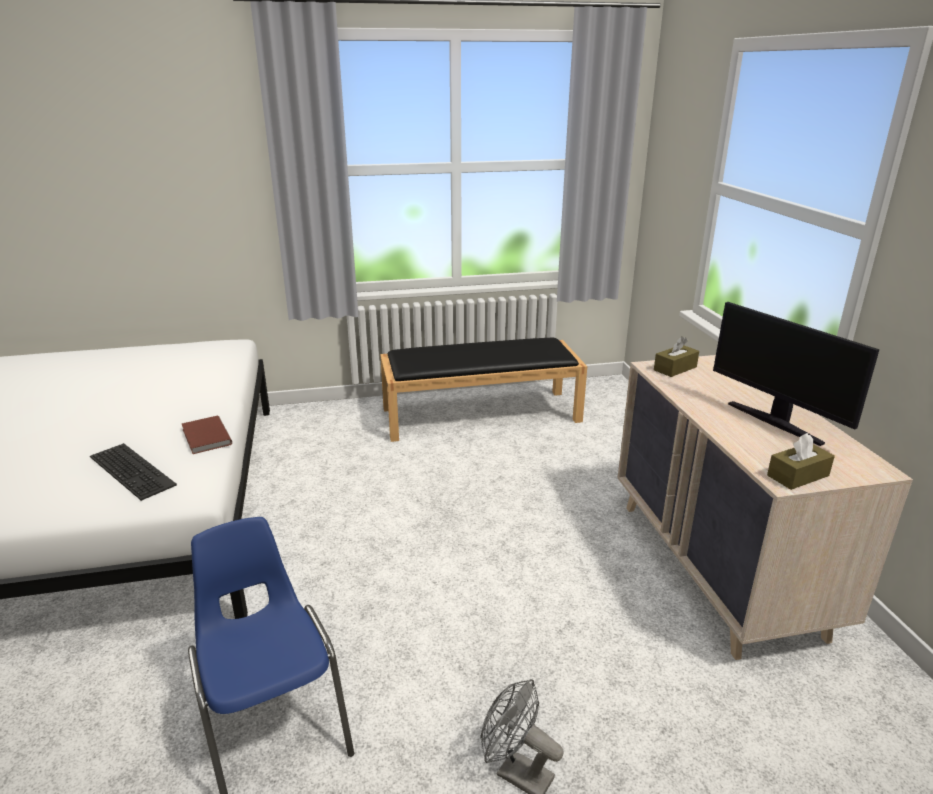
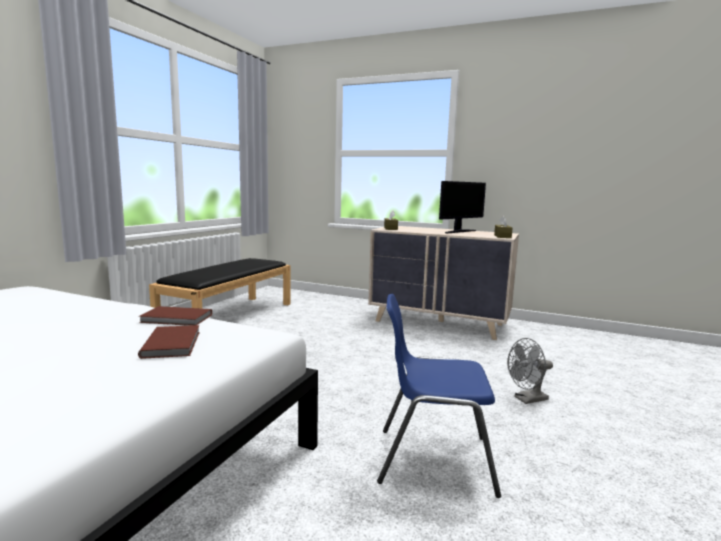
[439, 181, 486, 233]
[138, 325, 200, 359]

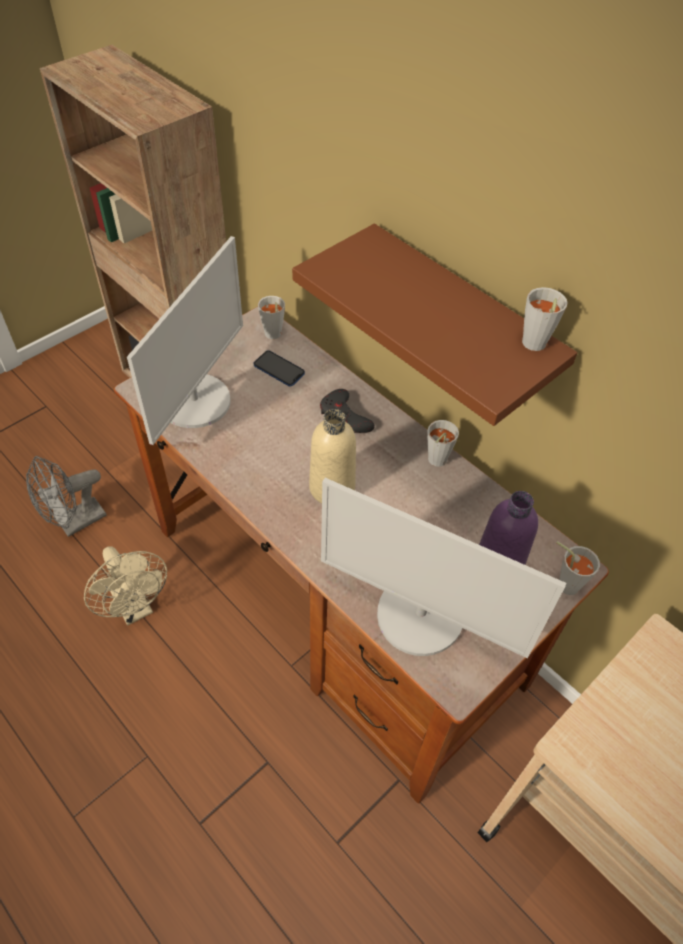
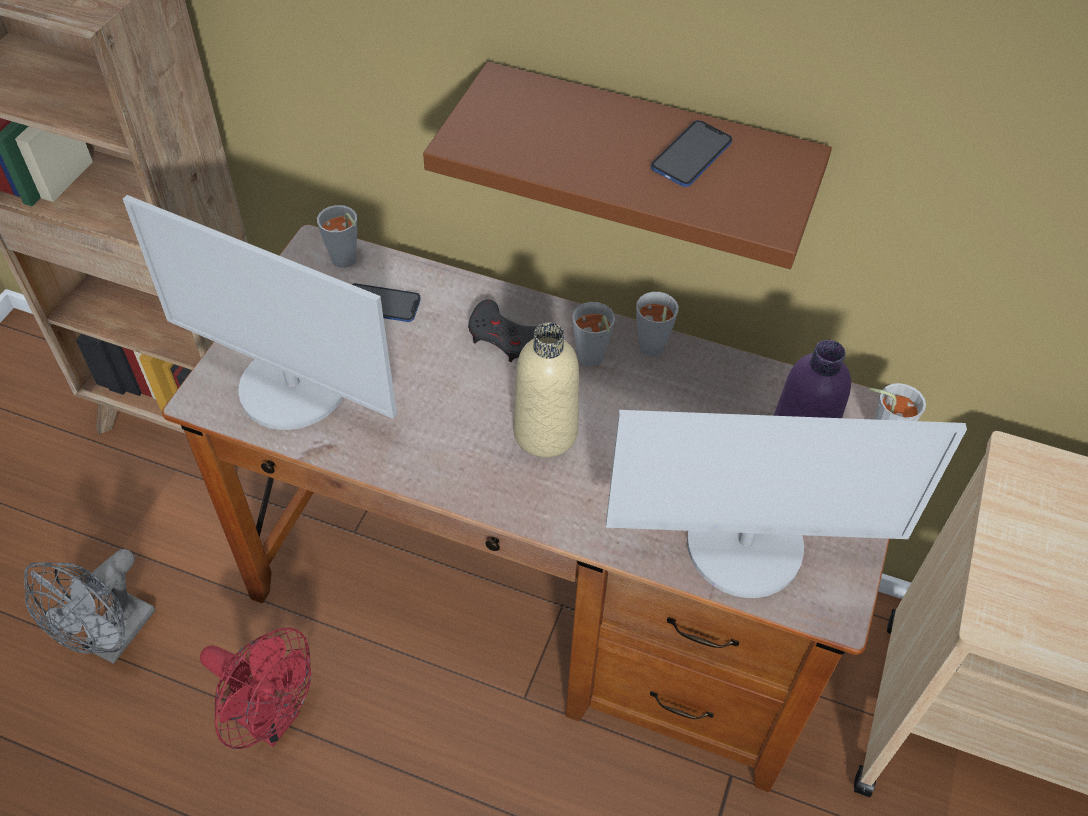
[123, 195, 397, 430]
[572, 302, 615, 367]
[200, 628, 311, 749]
[651, 120, 732, 187]

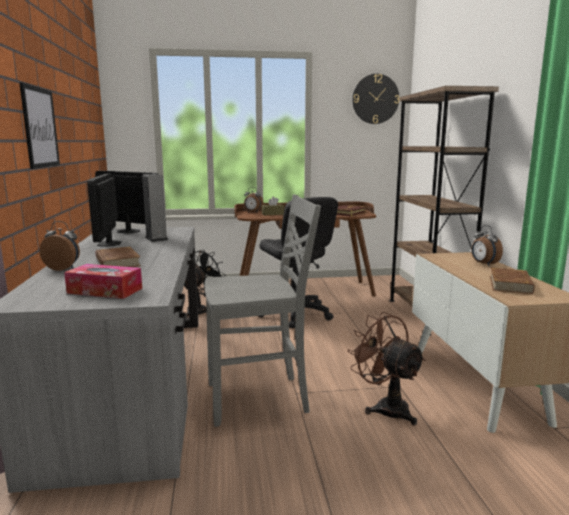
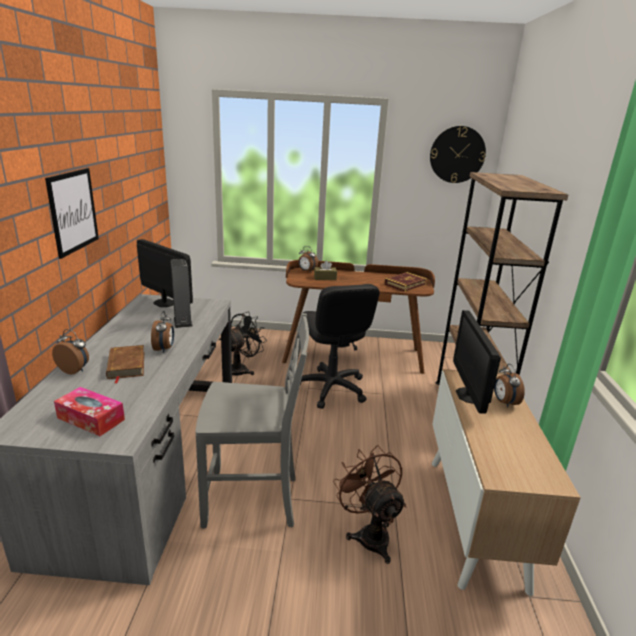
[453, 310, 501, 414]
[490, 268, 535, 294] (first image)
[151, 311, 174, 353]

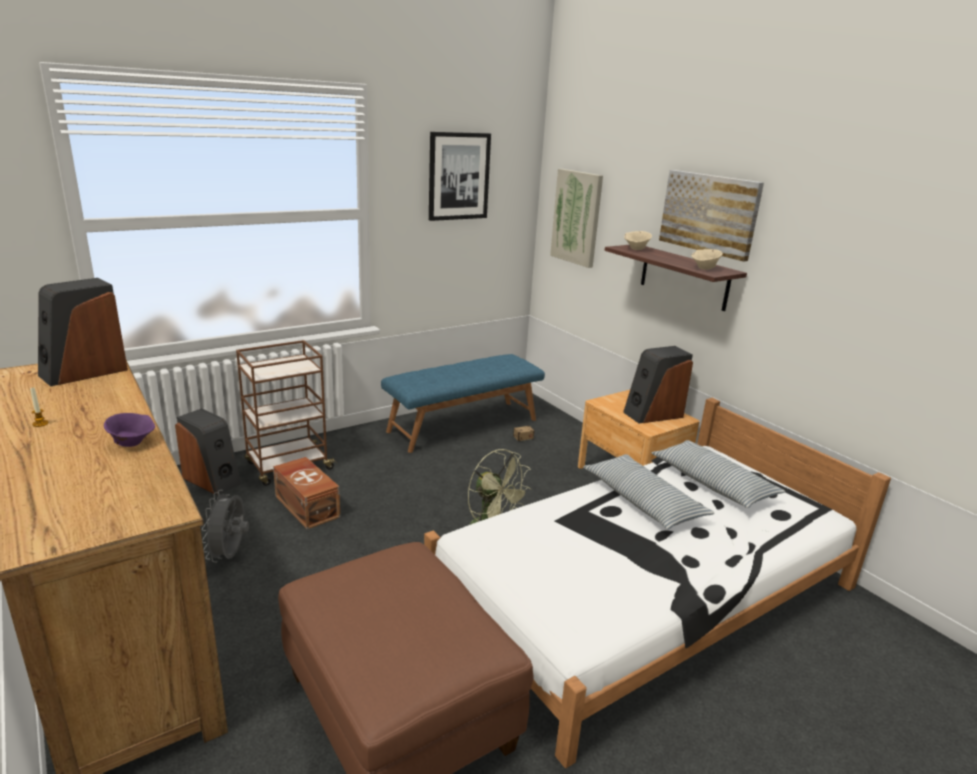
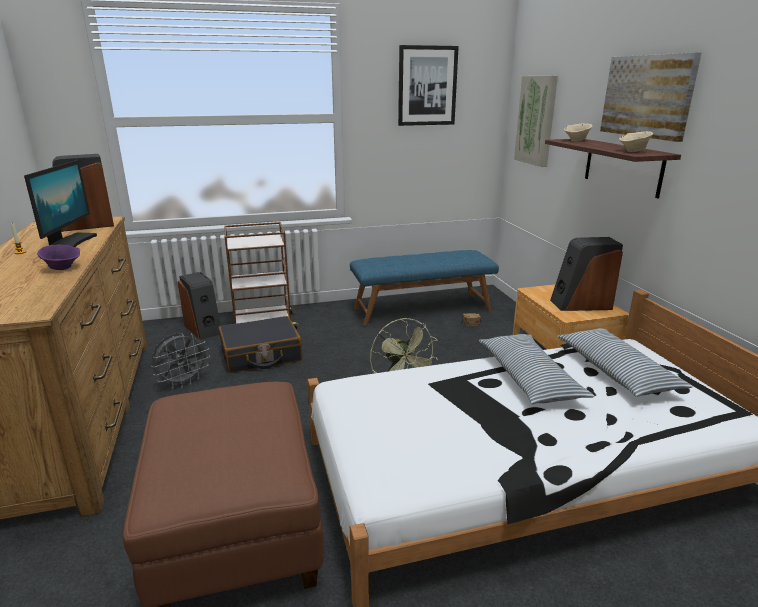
[219, 316, 302, 373]
[151, 333, 210, 388]
[24, 160, 97, 247]

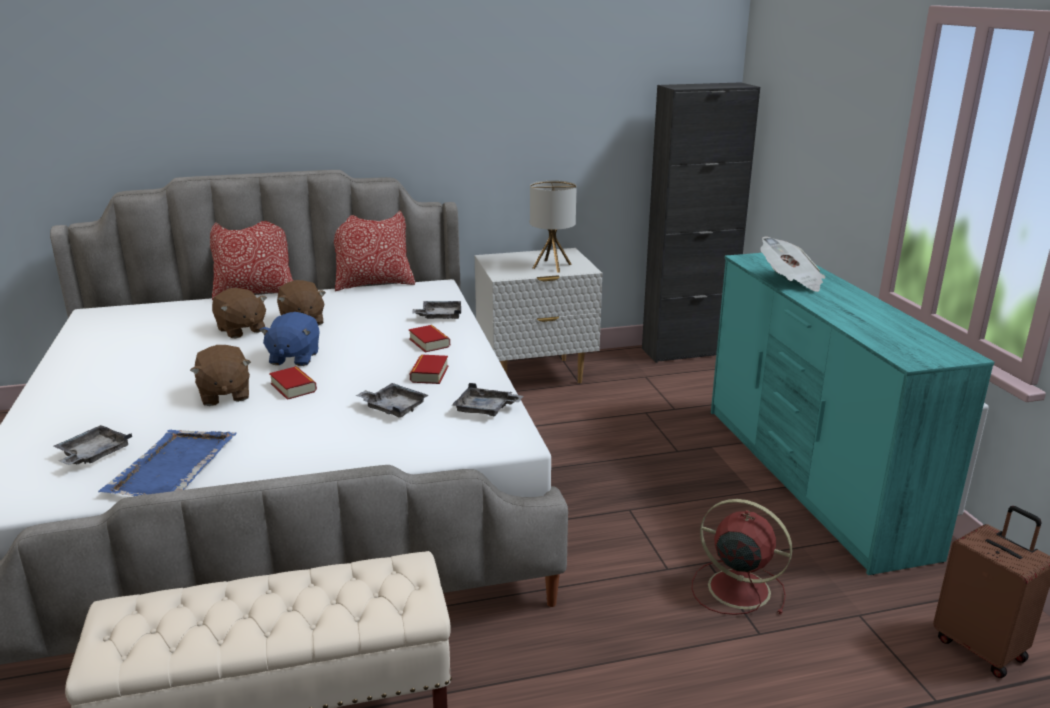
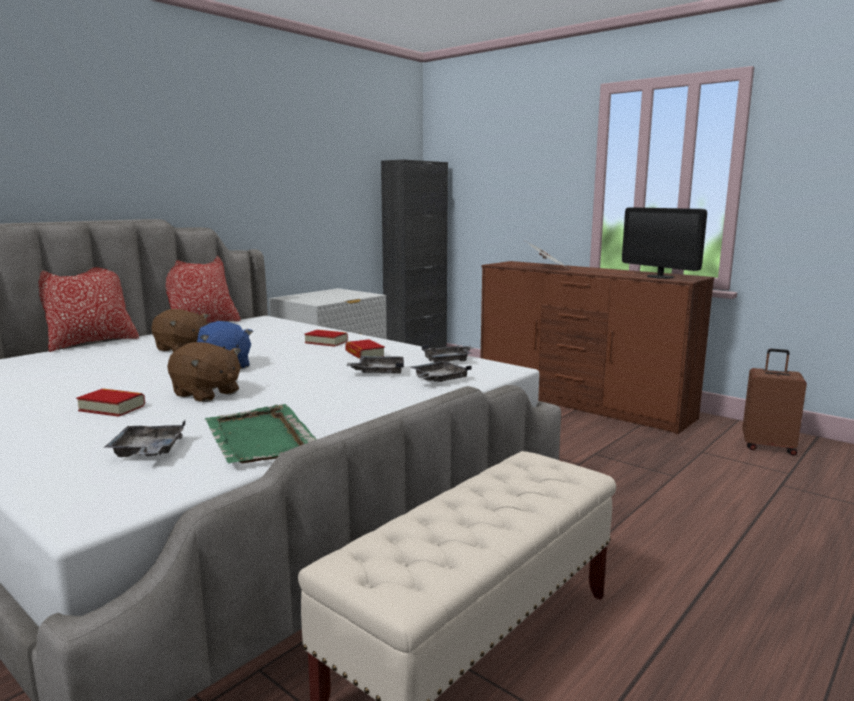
[530, 180, 577, 273] (first image)
[480, 261, 714, 434]
[212, 288, 267, 339] (first image)
[411, 361, 472, 382]
[76, 388, 145, 417]
[205, 404, 317, 464]
[692, 499, 792, 615] (first image)
[622, 207, 707, 279]

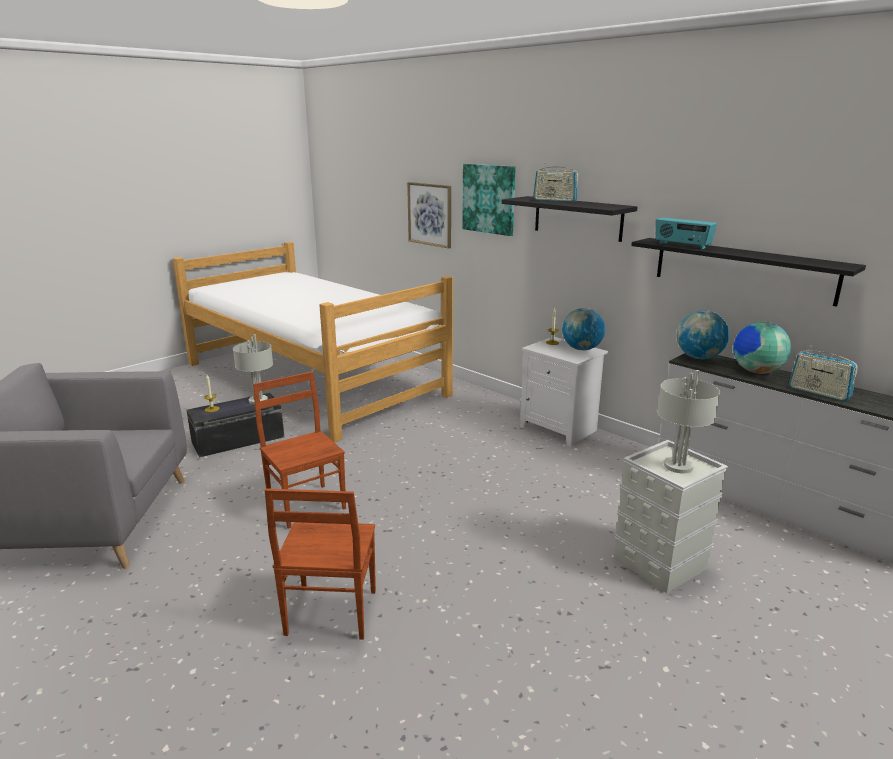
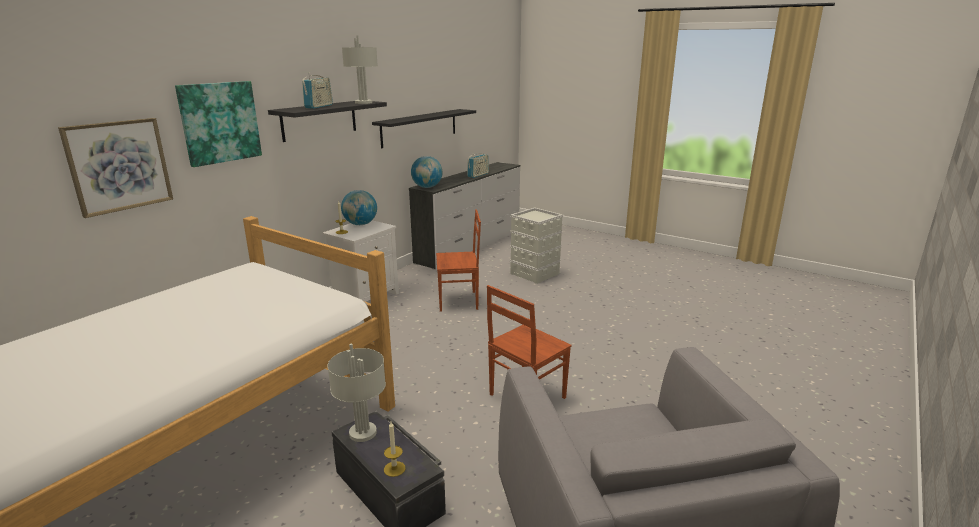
[656, 217, 717, 249] (first image)
[733, 322, 791, 374] (first image)
[342, 35, 378, 104]
[436, 209, 481, 311]

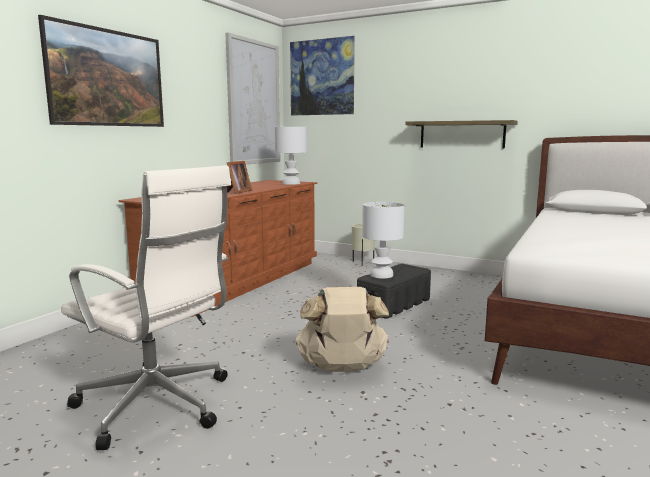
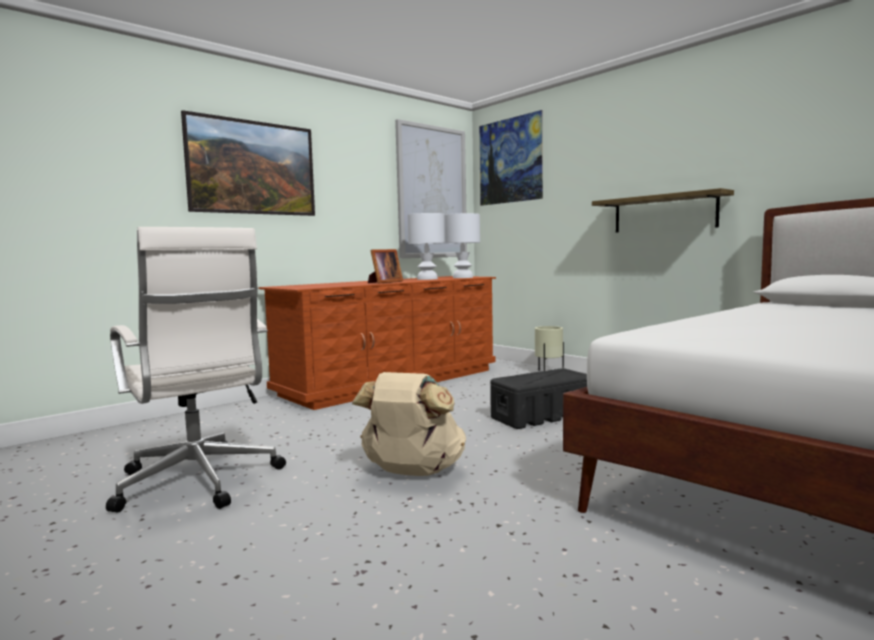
[408, 213, 445, 280]

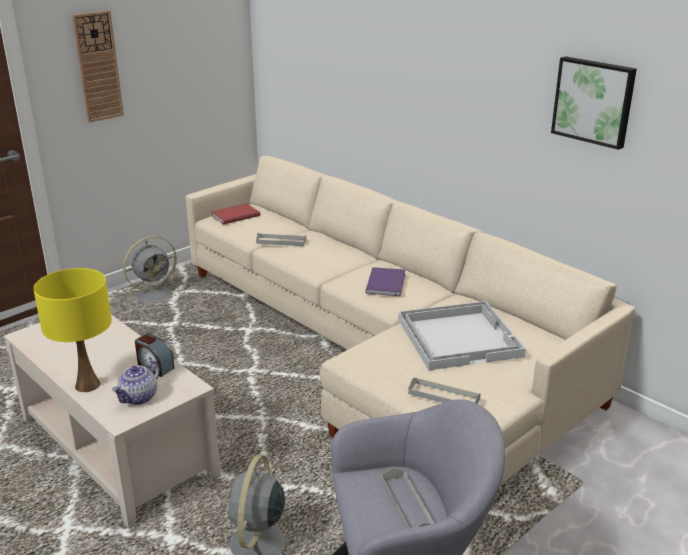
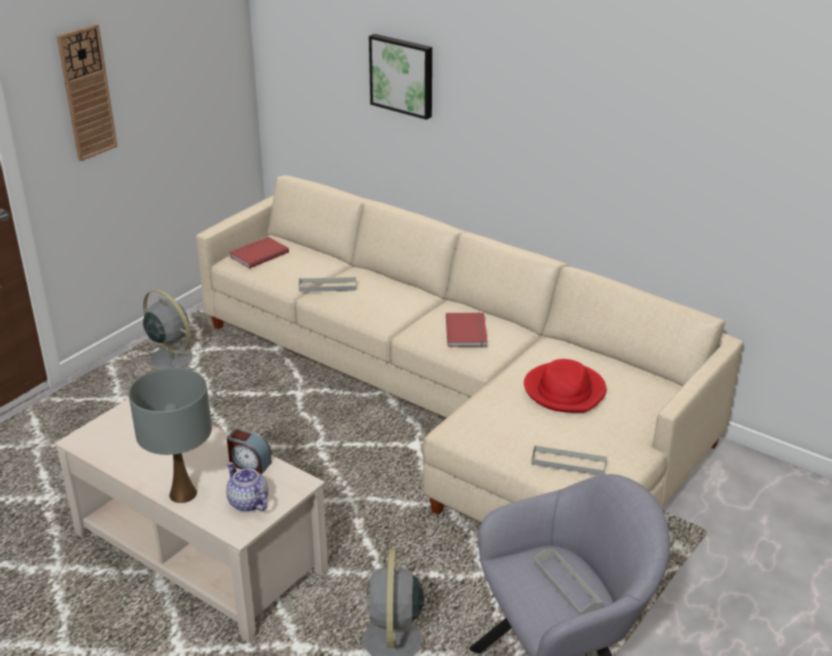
[369, 34, 432, 120]
[143, 289, 205, 373]
[446, 312, 487, 347]
[129, 368, 212, 503]
[524, 359, 606, 413]
[226, 462, 268, 512]

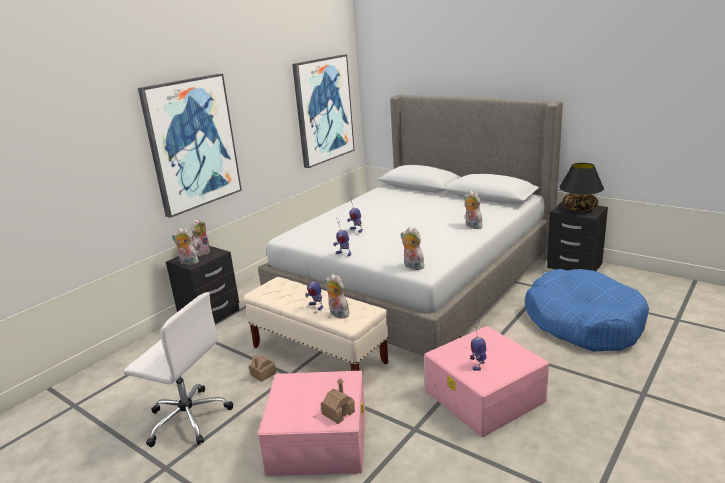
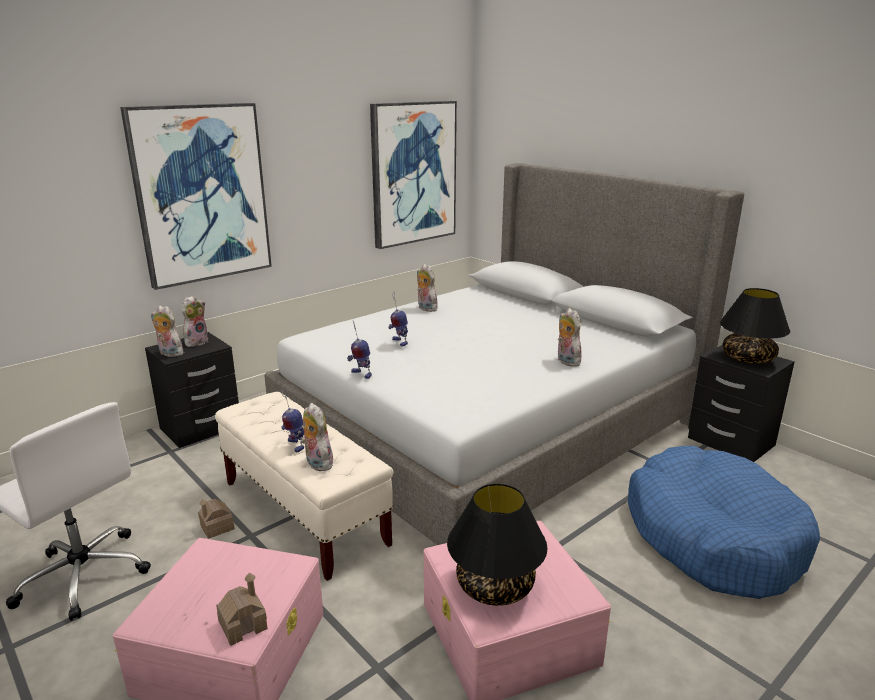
[417, 264, 438, 312]
[447, 484, 548, 606]

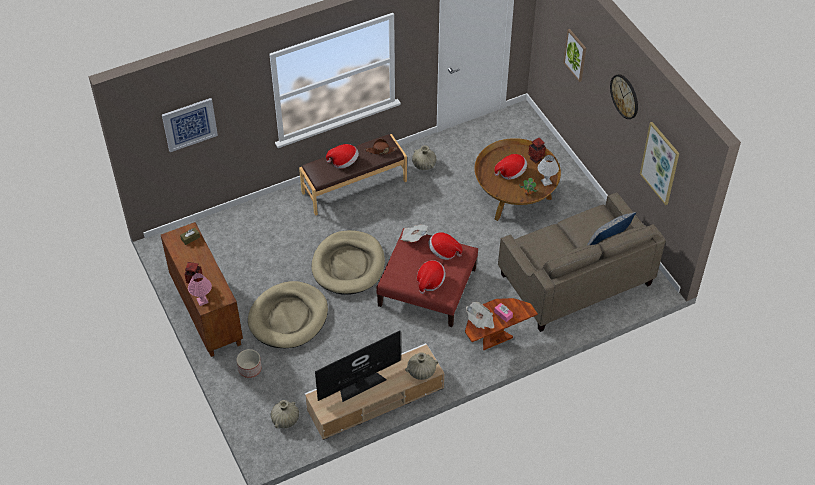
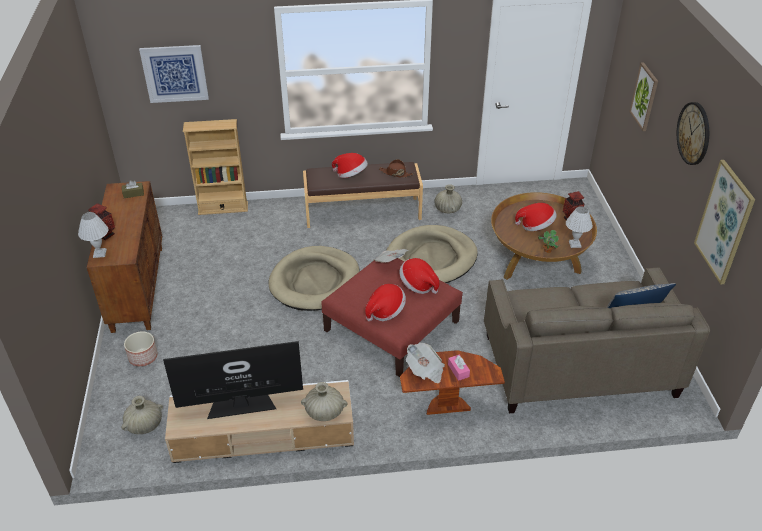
[78, 212, 109, 258]
[387, 225, 478, 283]
[183, 119, 248, 215]

